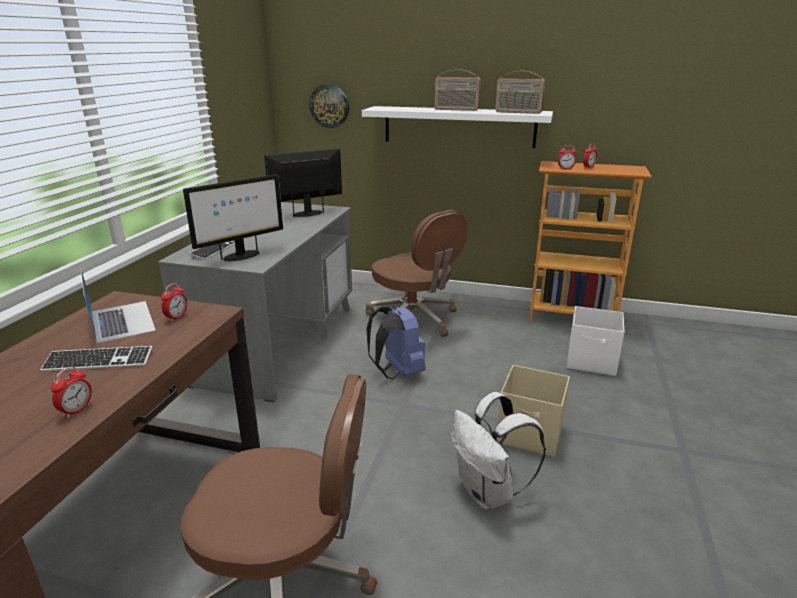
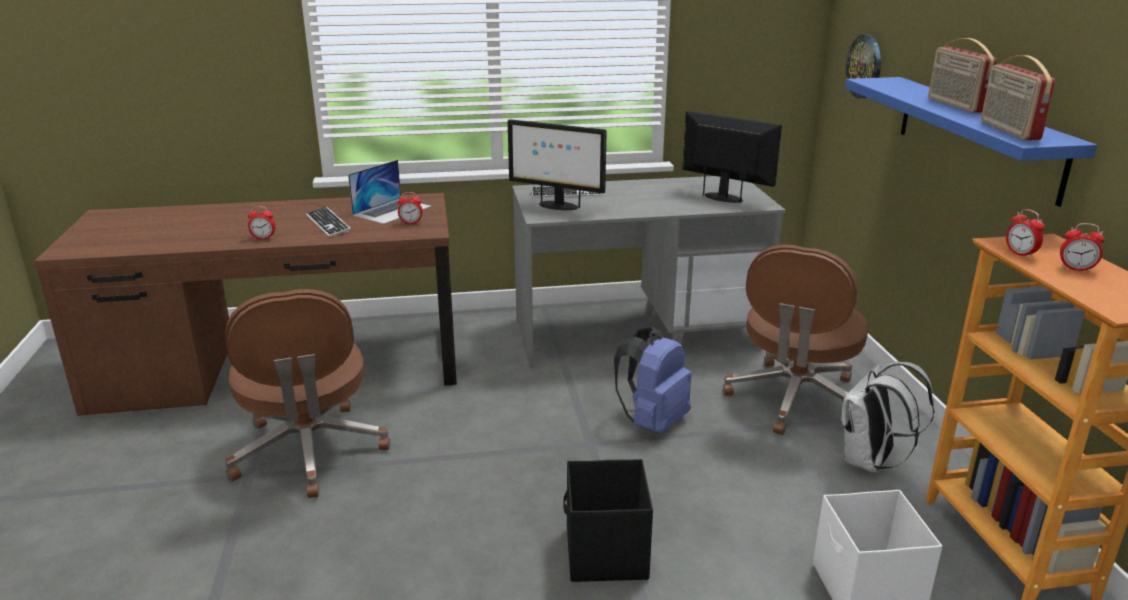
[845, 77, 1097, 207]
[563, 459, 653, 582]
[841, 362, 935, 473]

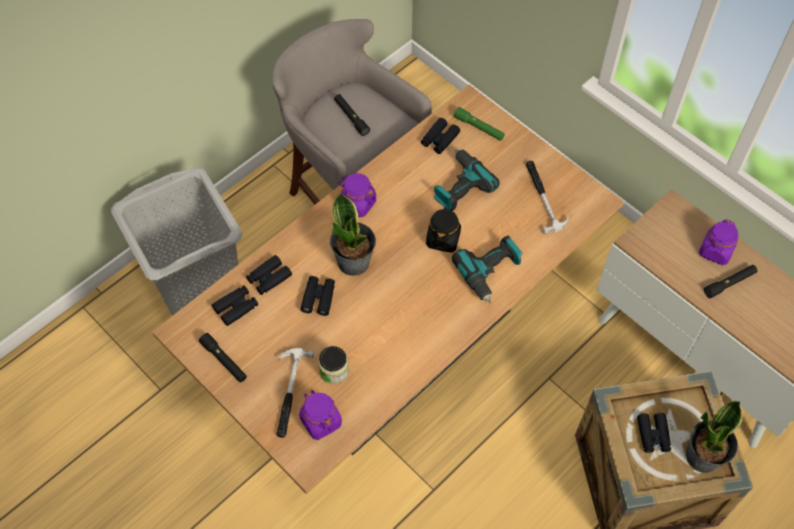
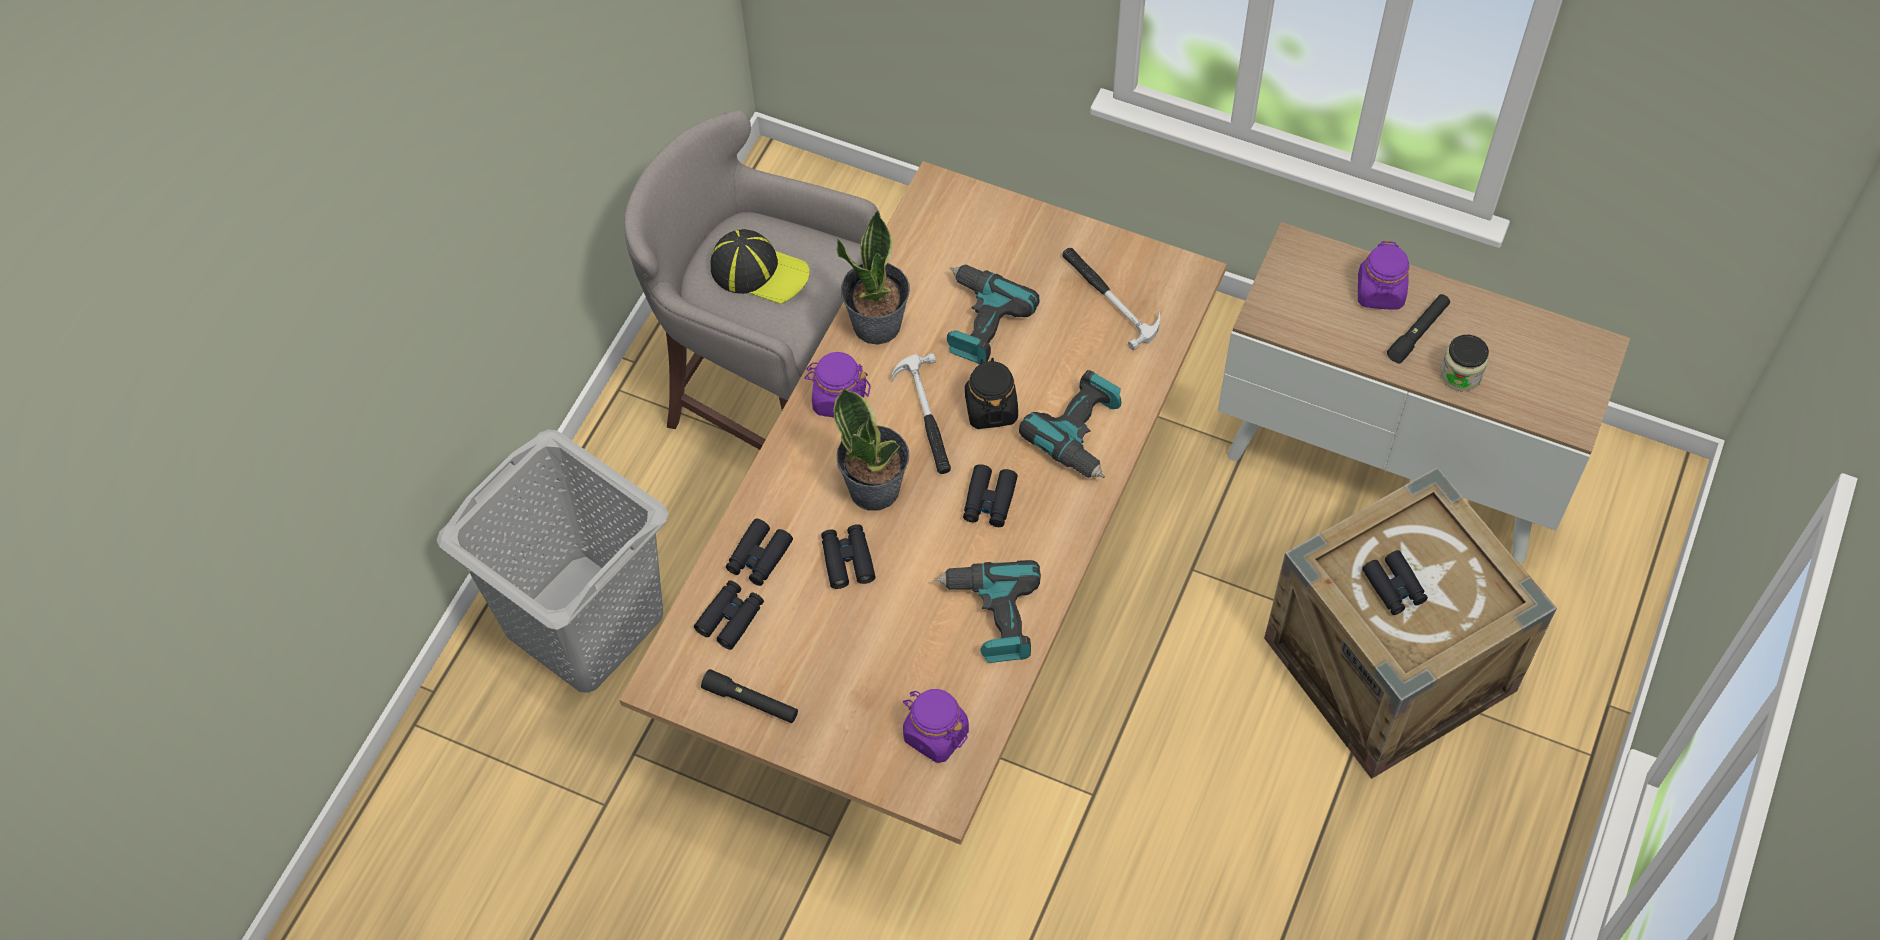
[710, 229, 810, 304]
[454, 107, 505, 141] (first image)
[963, 464, 1018, 527]
[1440, 335, 1489, 391]
[891, 353, 951, 474]
[837, 210, 910, 345]
[934, 560, 1041, 663]

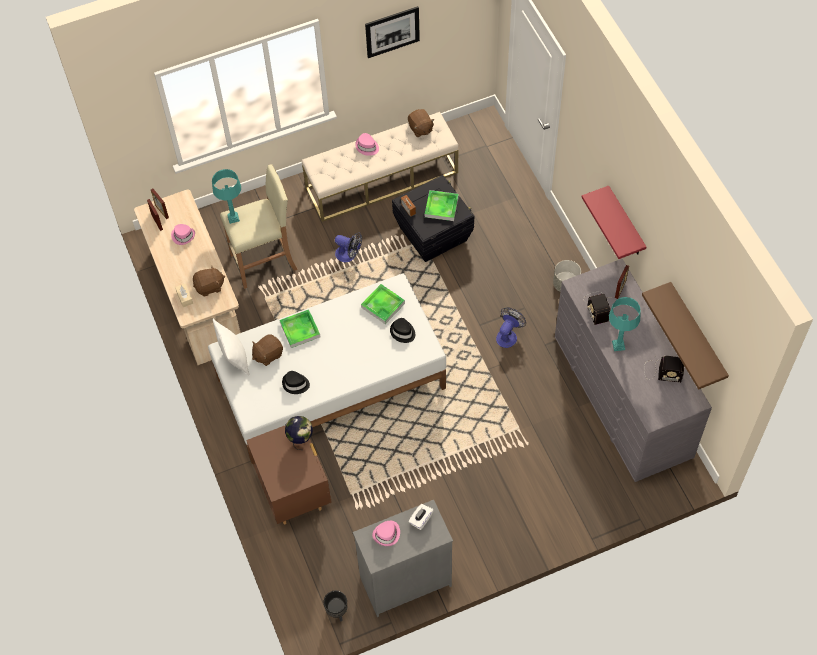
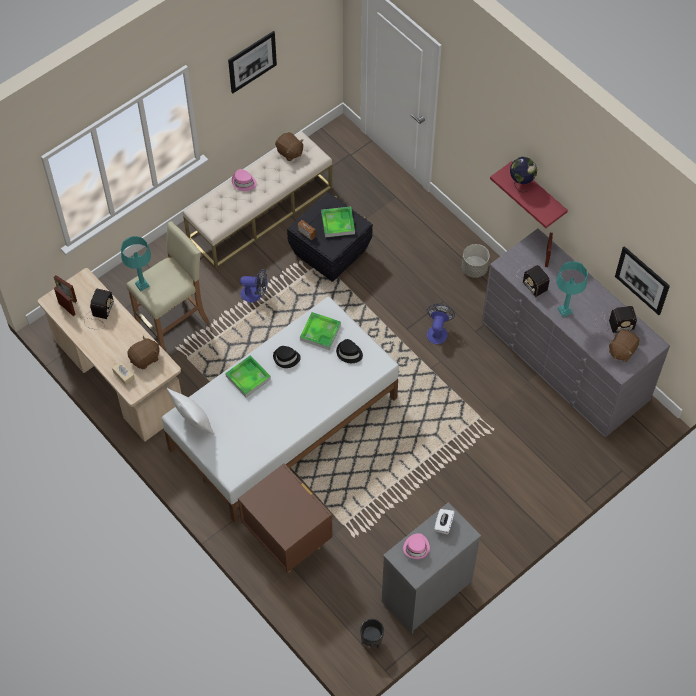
[81, 289, 114, 329]
[615, 246, 670, 315]
[609, 329, 639, 362]
[273, 346, 301, 368]
[510, 157, 537, 192]

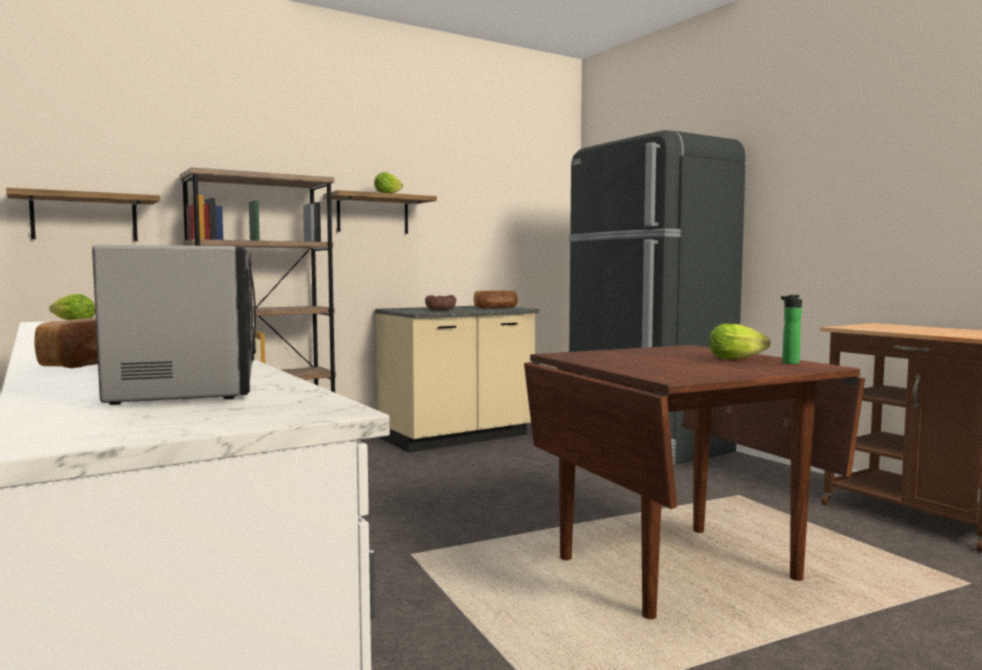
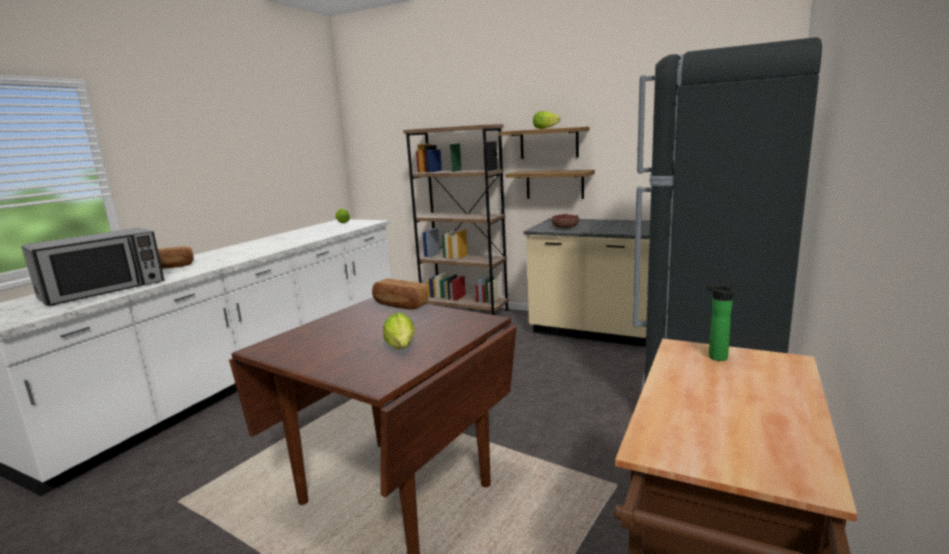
[505, 170, 595, 199]
[372, 278, 428, 310]
[706, 284, 734, 361]

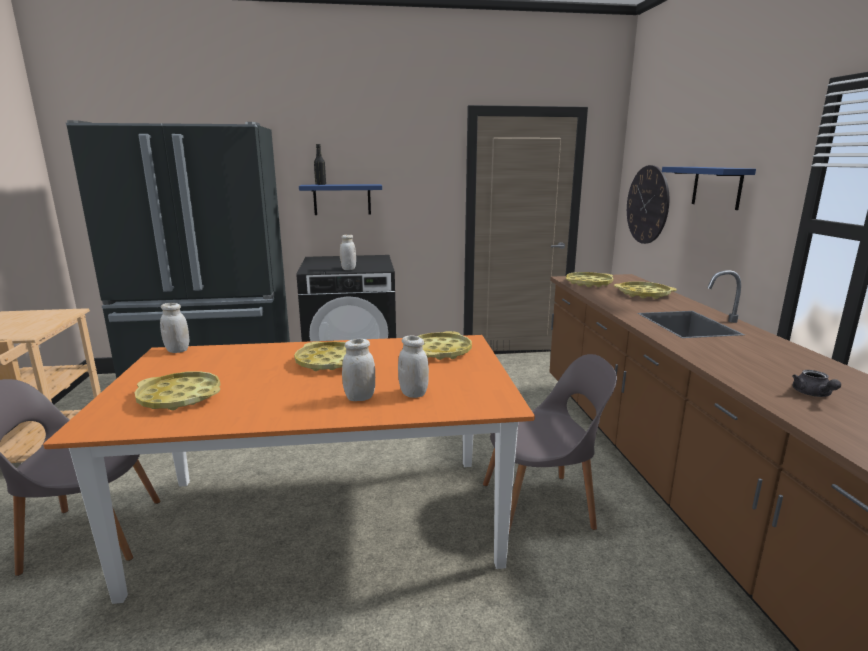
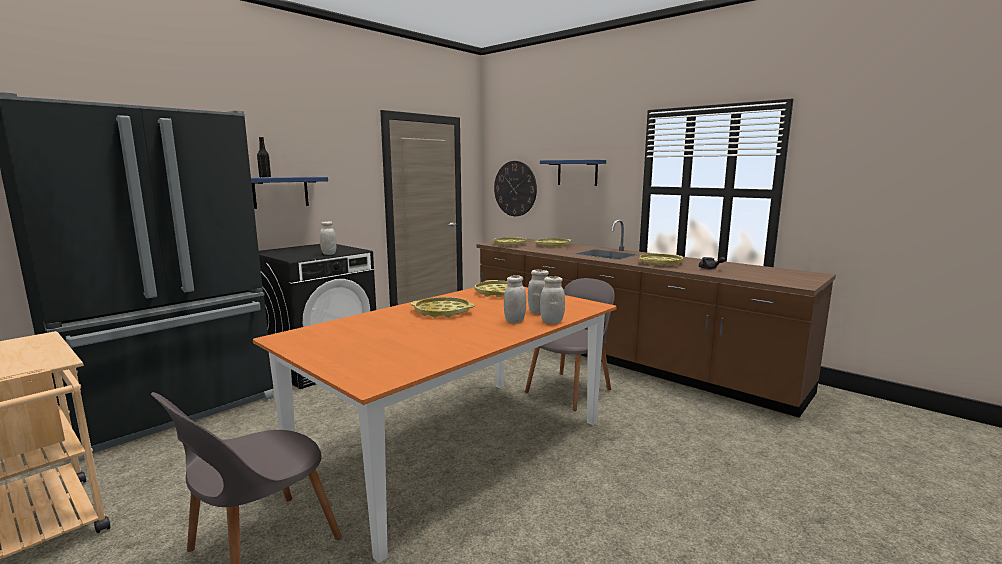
[540, 276, 565, 324]
[639, 254, 683, 266]

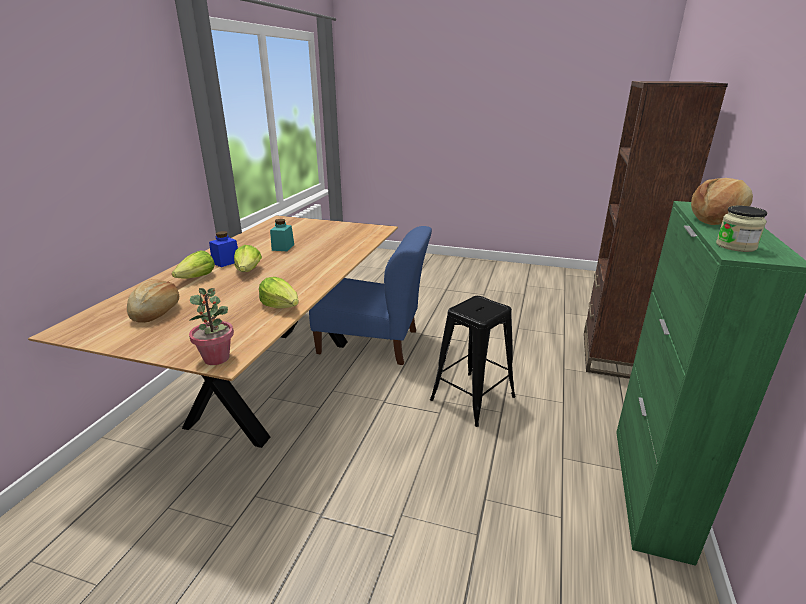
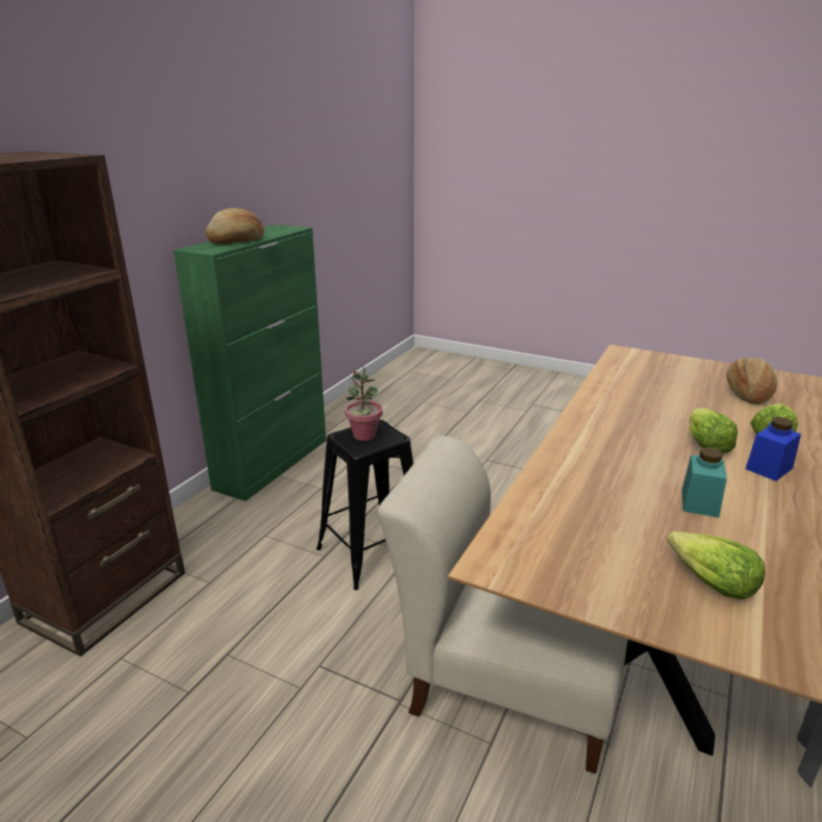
[716, 206, 768, 252] (first image)
[378, 435, 628, 774]
[667, 531, 765, 600]
[345, 366, 383, 441]

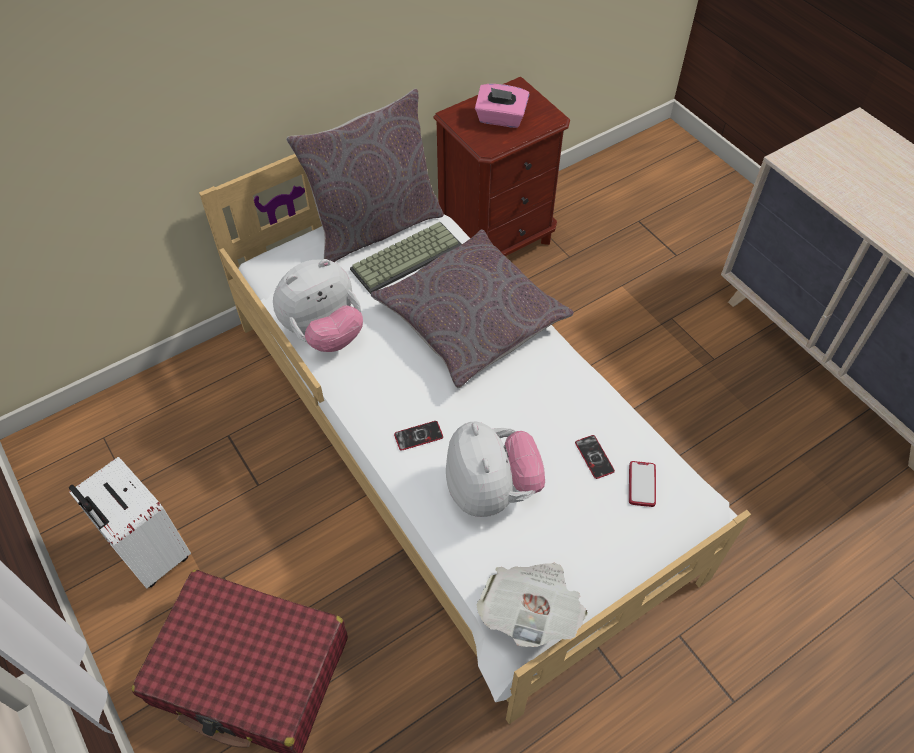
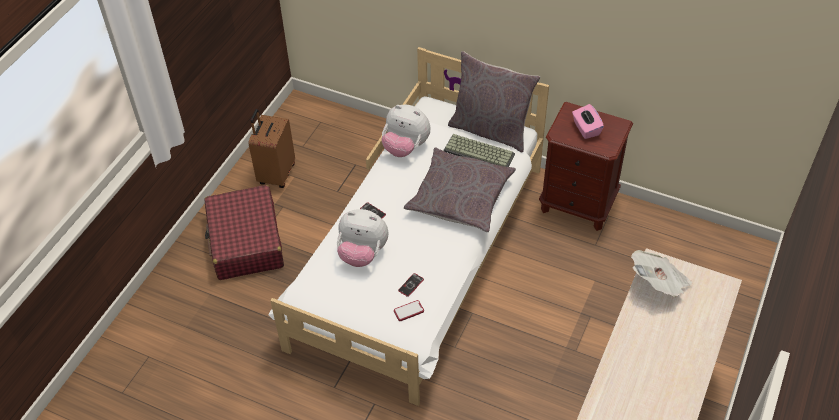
[337, 209, 388, 267]
[248, 109, 295, 188]
[631, 250, 692, 297]

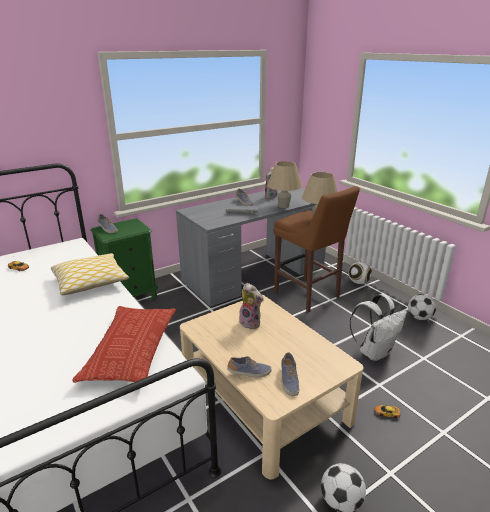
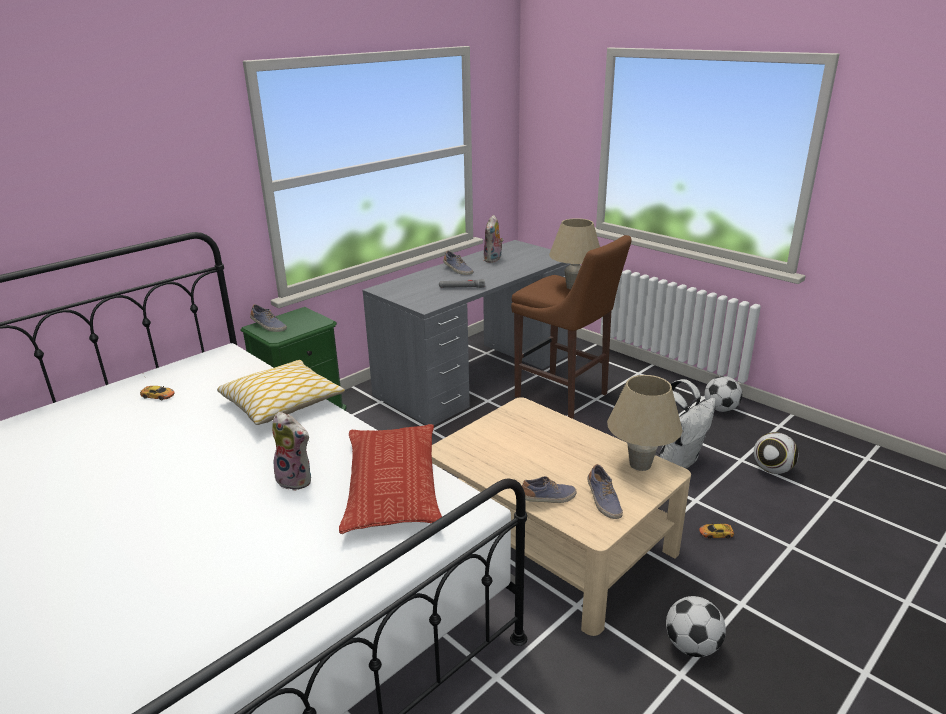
[607, 375, 683, 471]
[754, 432, 799, 474]
[272, 412, 311, 491]

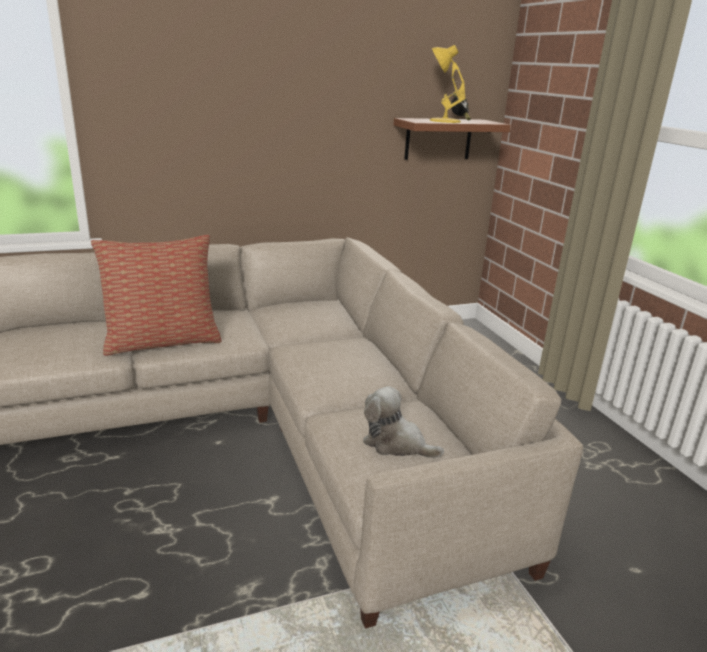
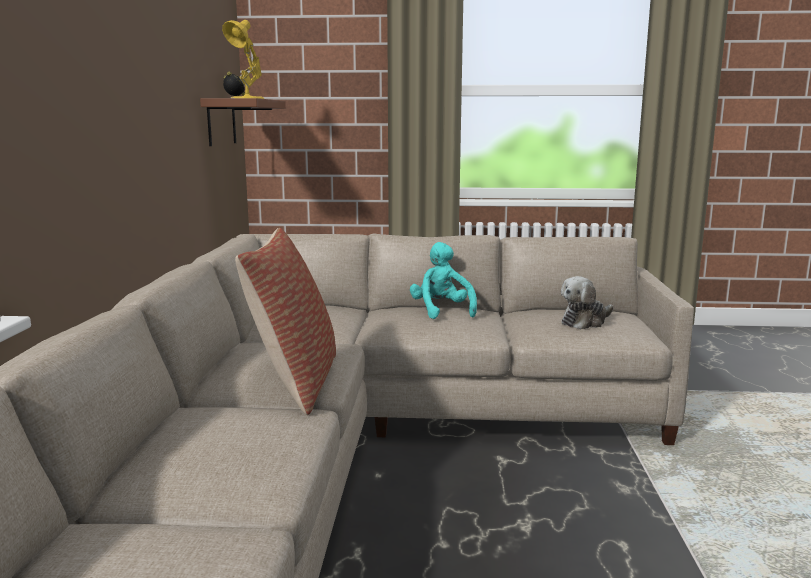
[410, 242, 477, 319]

